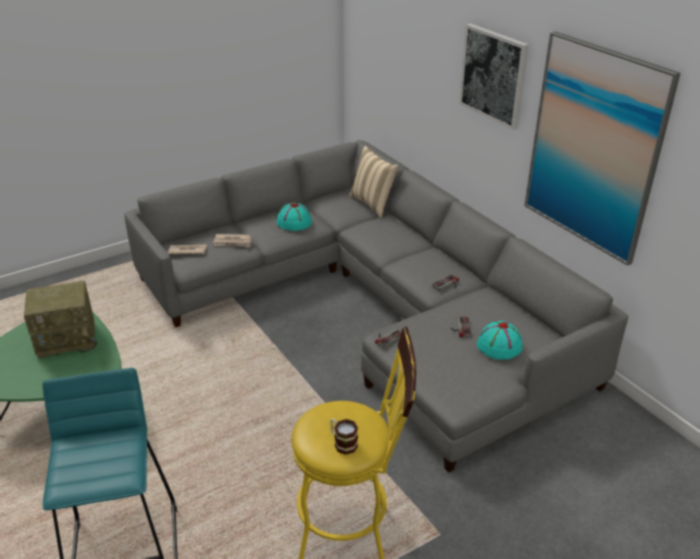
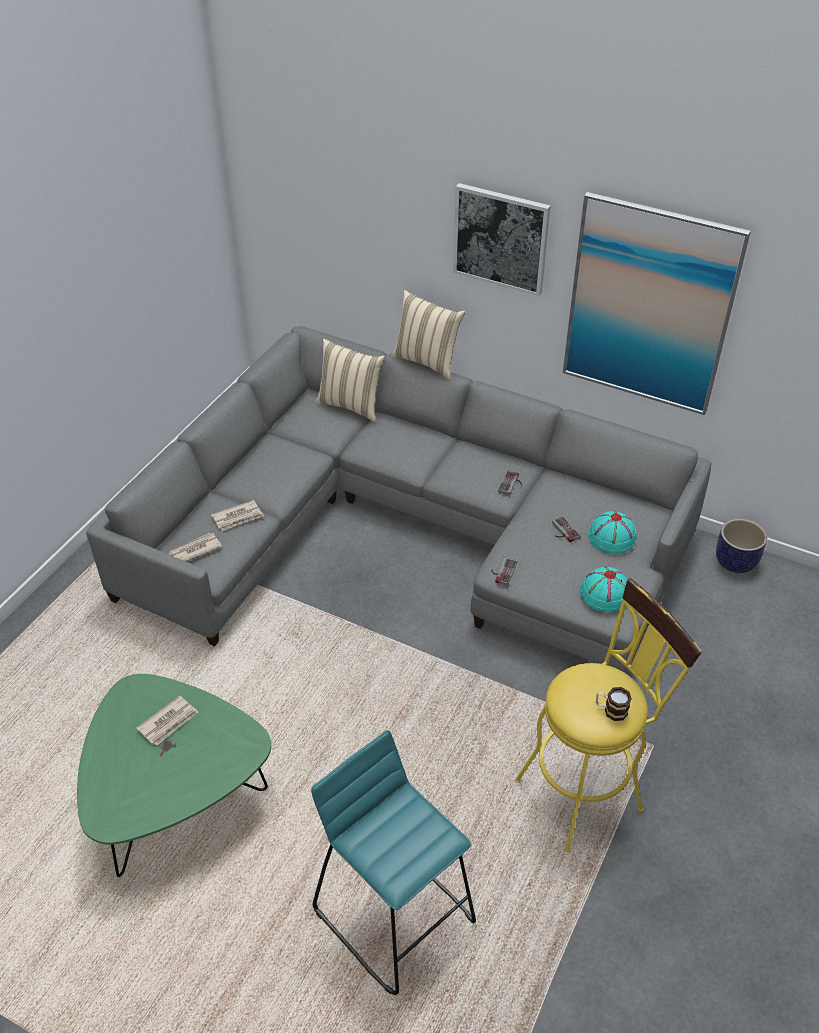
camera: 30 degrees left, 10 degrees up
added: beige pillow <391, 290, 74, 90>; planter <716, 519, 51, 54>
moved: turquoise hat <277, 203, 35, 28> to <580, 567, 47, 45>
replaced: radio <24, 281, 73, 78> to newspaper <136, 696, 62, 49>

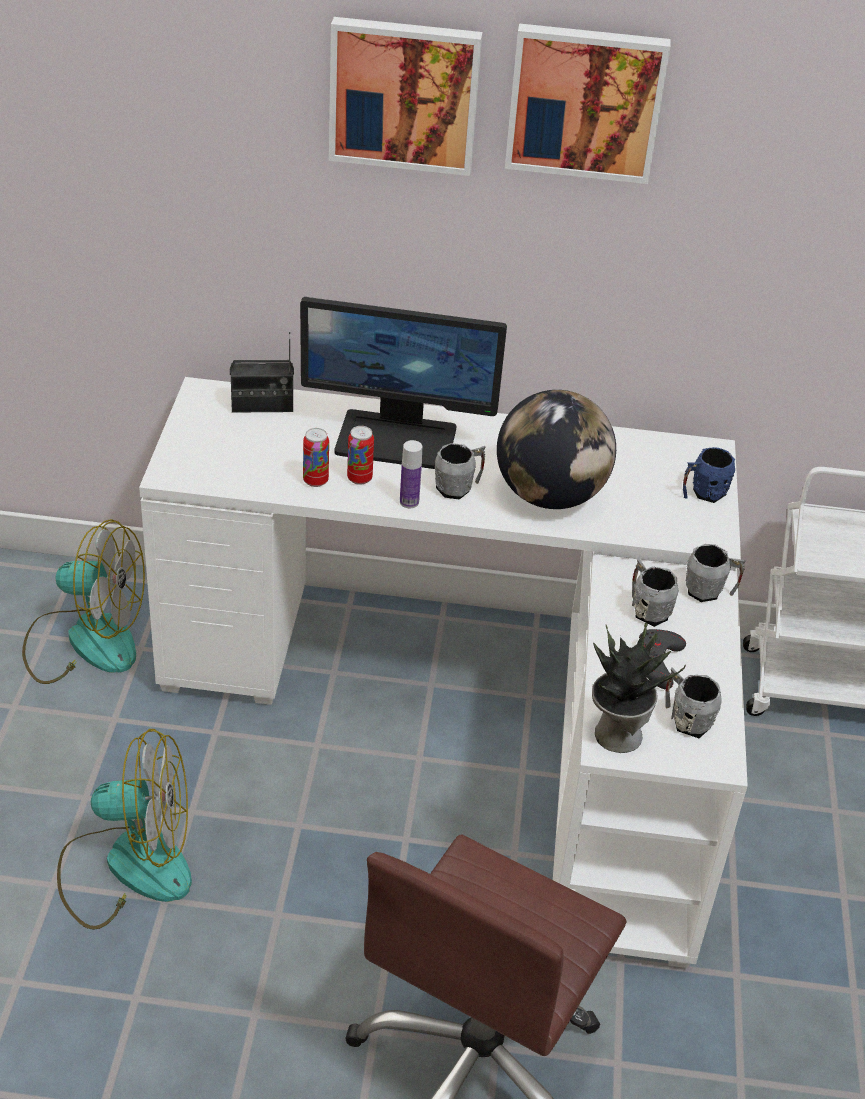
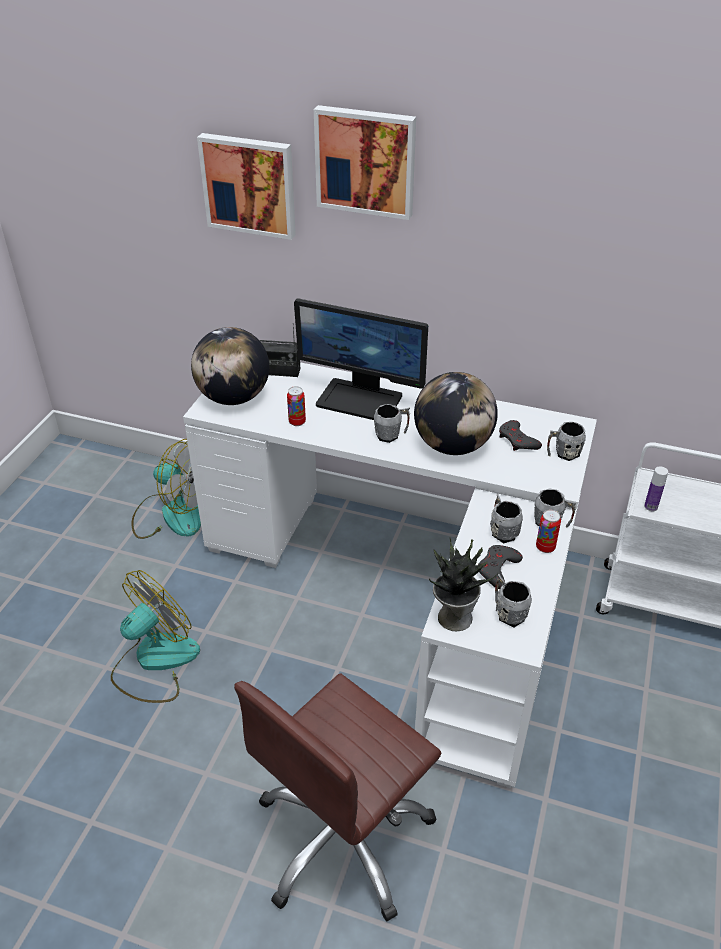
camera: 15 degrees right, 0 degrees up
added: globe <191, 327, 78, 78>; grey game controller <499, 420, 43, 31>
moved: can <347, 426, 27, 59> to <536, 510, 25, 43>; bottle <400, 440, 22, 68> to <644, 466, 24, 45>; picture <505, 23, 165, 161> to <197, 133, 99, 107>
recoloured: blue mug <683, 447, 52, 56> to grey mug <547, 422, 39, 39>
turned: fan <57, 729, 135, 201> = <111, 570, 89, 133> 60 degrees counterclockwise

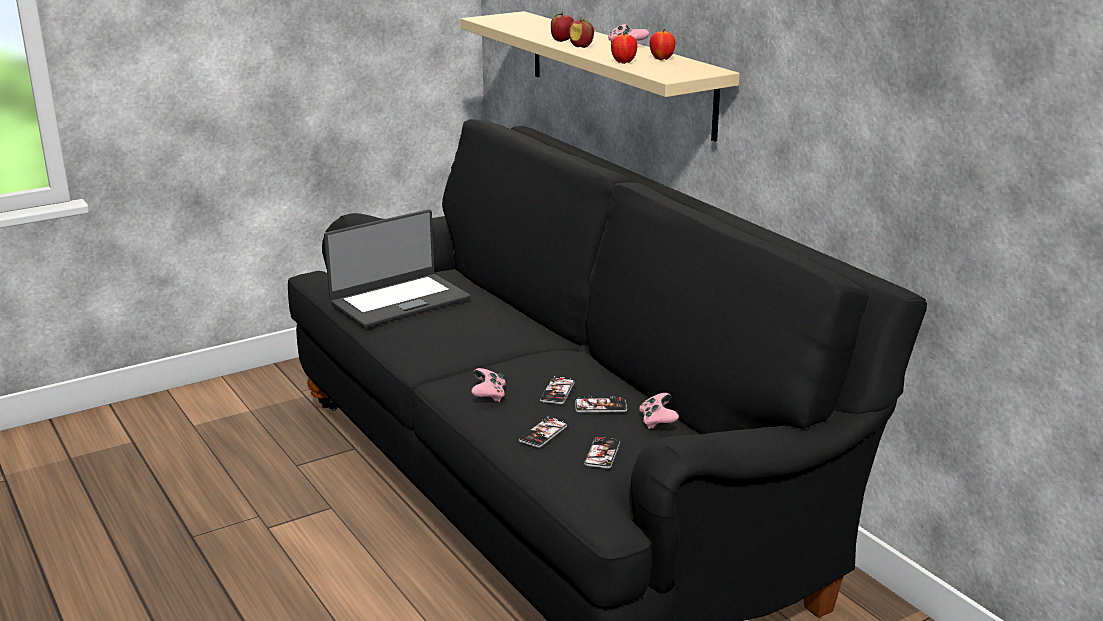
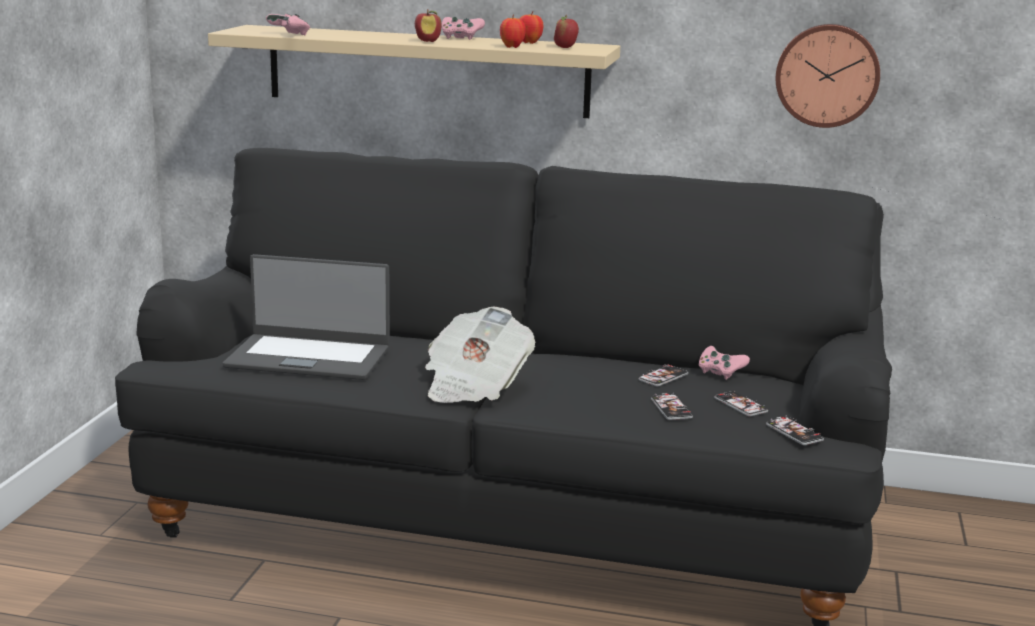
camera: 45 degrees left, 5 degrees down
added: newspaper <425, 307, 110, 96>; wall clock <776, 24, 104, 104>
moved: pink game controller <471, 368, 35, 34> to <266, 14, 44, 22>; phone <540, 376, 35, 28> to <766, 415, 58, 30>; apple <551, 12, 23, 30> to <554, 15, 25, 33>
turned: laptop <324, 209, 146, 119> = <223, 254, 167, 126> 90 degrees clockwise

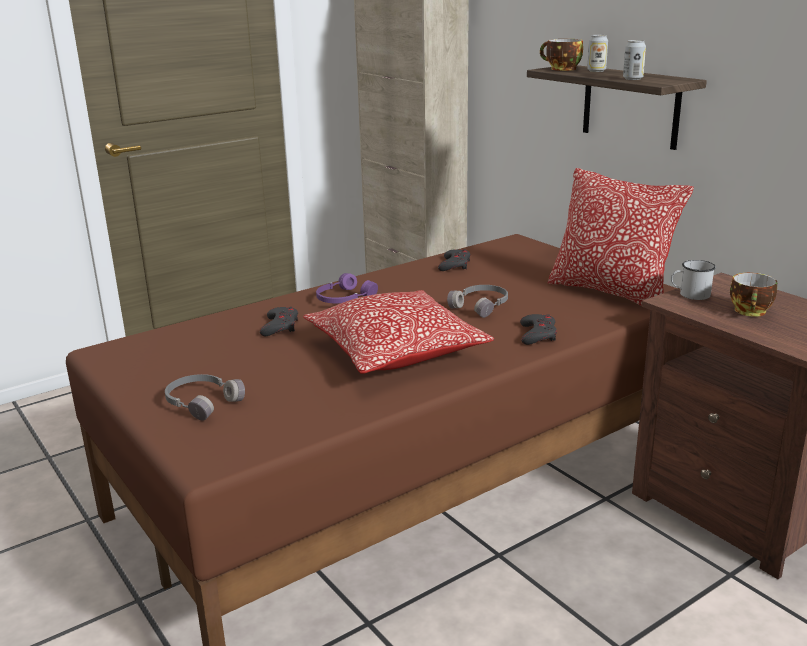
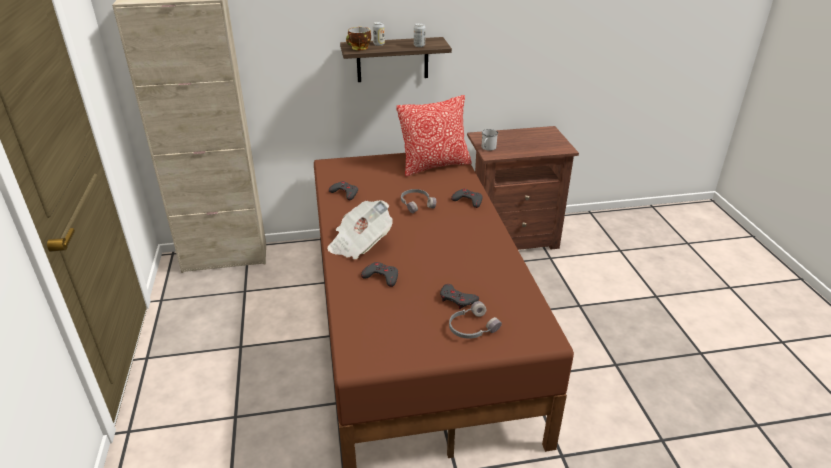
camera: 65 degrees left, 10 degrees up
removed: pillow <303, 290, 191, 84>; cup <730, 273, 47, 44>
added: grey game controller <440, 284, 39, 25>
replaced: purple headphones <316, 273, 62, 30> to newspaper <327, 200, 66, 59>

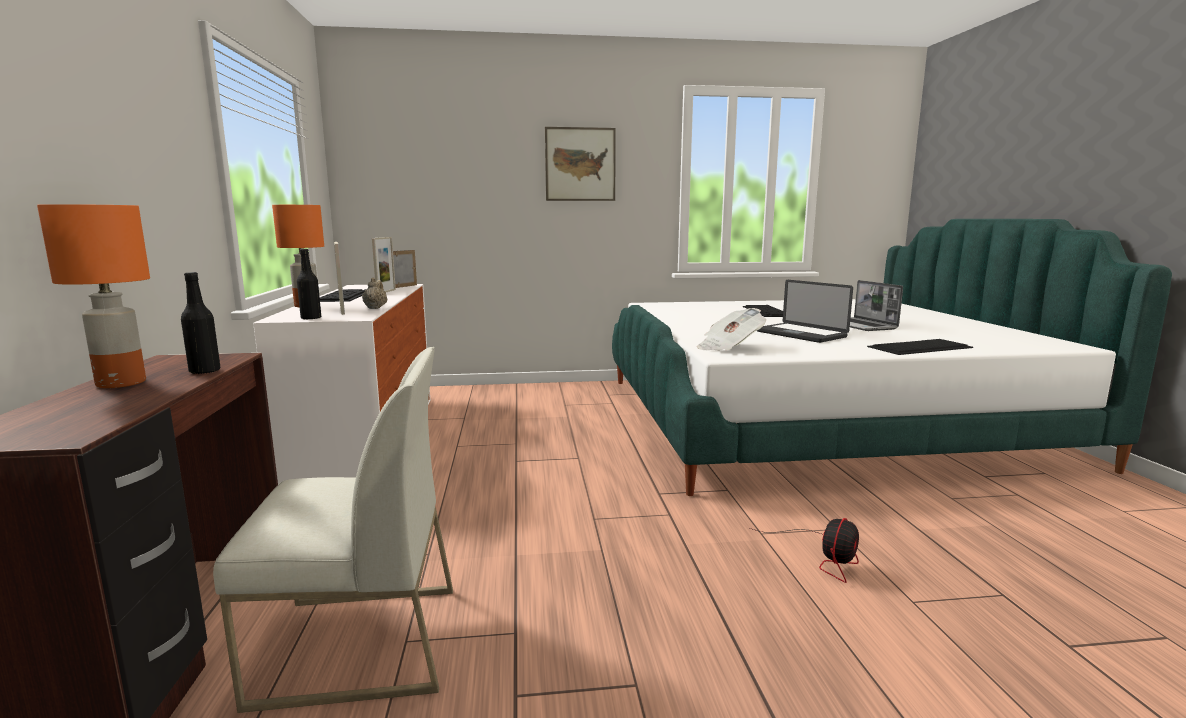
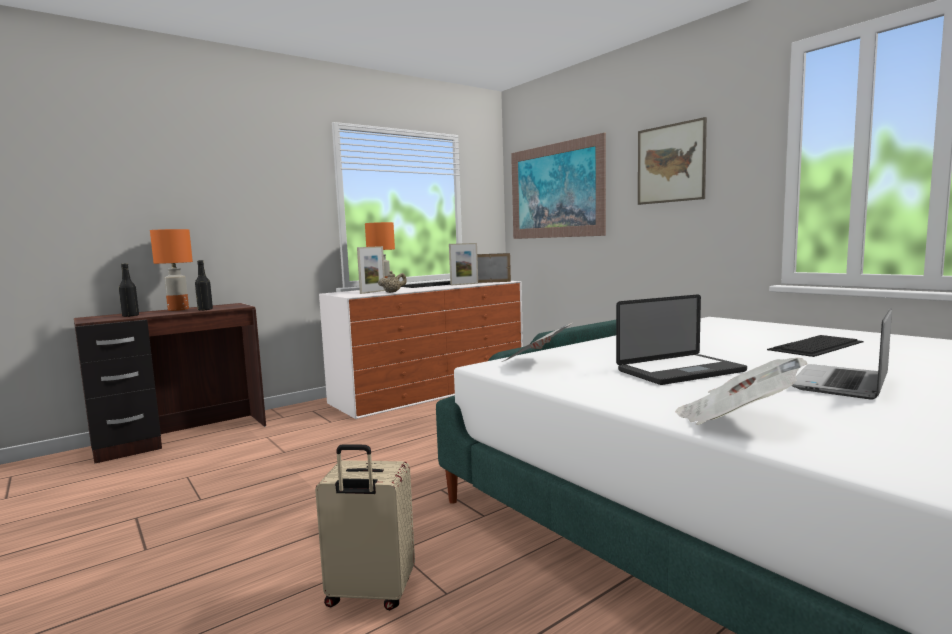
camera: 60 degrees right, 5 degrees down
removed: white chair <213, 347, 240, 366>
added: picture <511, 133, 95, 106>
moved: black bottle <297, 249, 24, 70> to <119, 264, 20, 53>
replaced: fan <750, 518, 109, 65> to beige suitcase <315, 444, 100, 166>; keyboard <867, 339, 106, 16> to newspaper <675, 358, 132, 67>
turned: laptop <757, 280, 96, 63> = <616, 294, 131, 91> 135 degrees counterclockwise

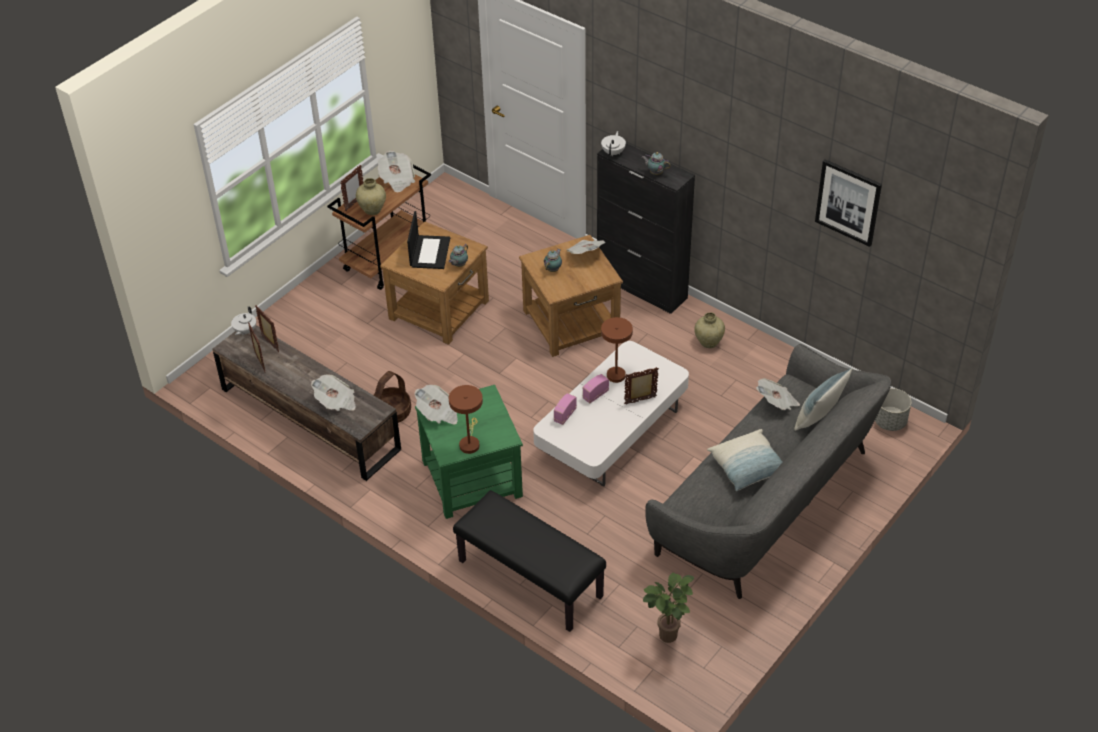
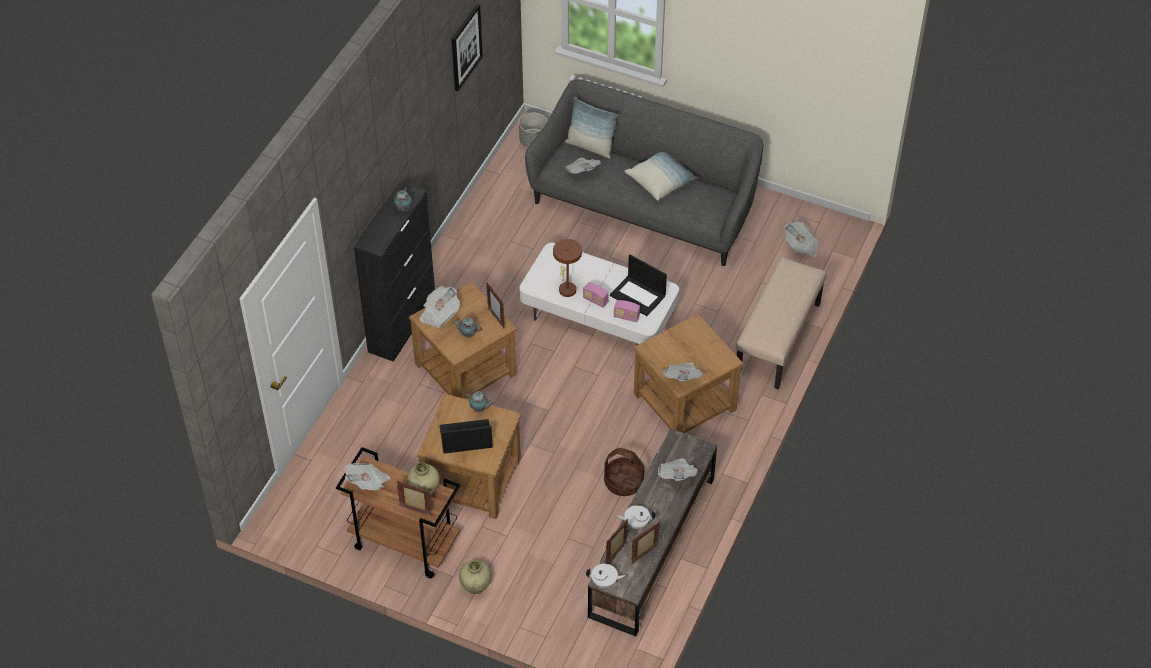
camera: 105 degrees left, 5 degrees up
removed: brown table lamp <449, 385, 34, 69>
added: laptop <610, 255, 57, 61>
moved: white teapot <601, 131, 25, 25> to <617, 505, 39, 24>; picture frame <624, 367, 35, 38> to <486, 283, 19, 45>; beige vase <694, 312, 31, 36> to <459, 560, 32, 34>
replaced: potted plant <643, 572, 51, 71> to newspaper <785, 221, 33, 36>
recoloured: green side table <415, 385, 108, 134> to brown side table <633, 314, 111, 119>; black bench <453, 490, 153, 142> to beige bench <736, 257, 91, 132>

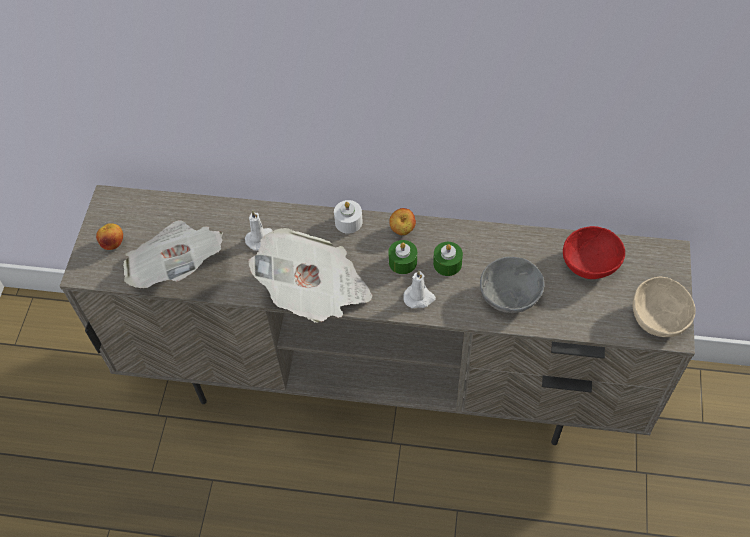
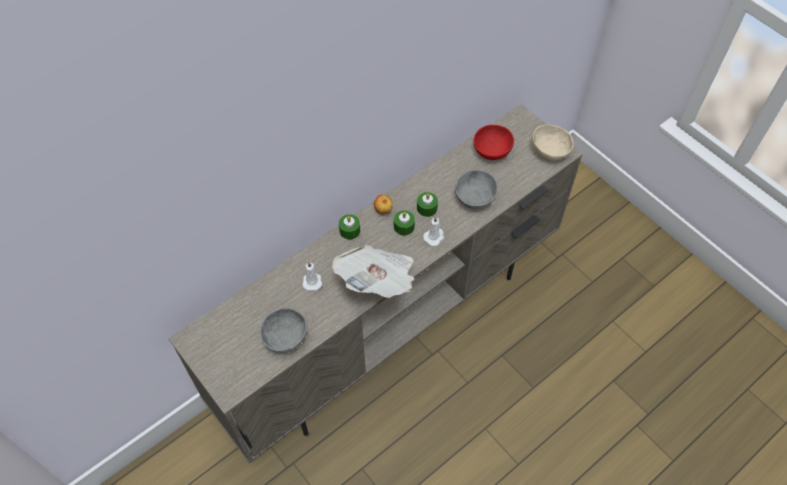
camera: 50 degrees left, 0 degrees up
removed: apple <96, 223, 27, 27>
replaced: newspaper <123, 220, 100, 68> to grey bowl <260, 308, 47, 45>
recoloured: white candle <334, 200, 29, 34> to green candle <339, 214, 21, 25>

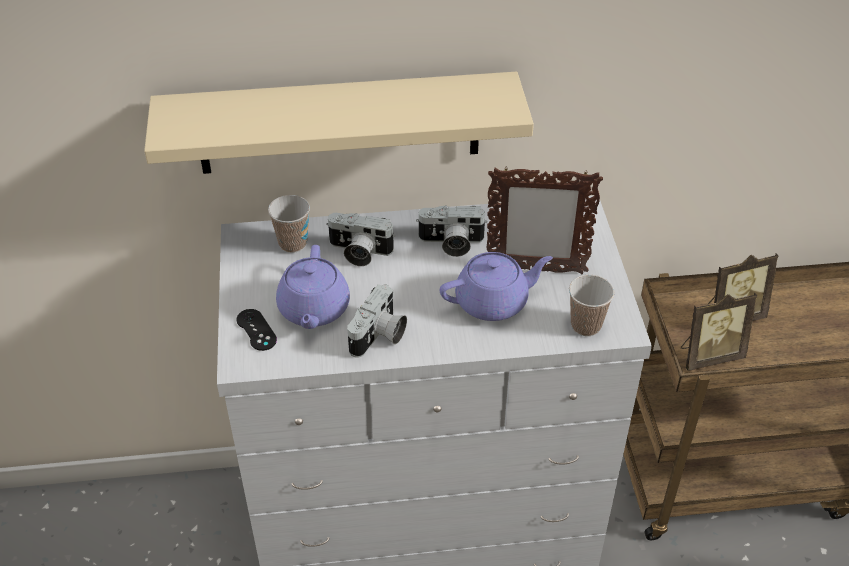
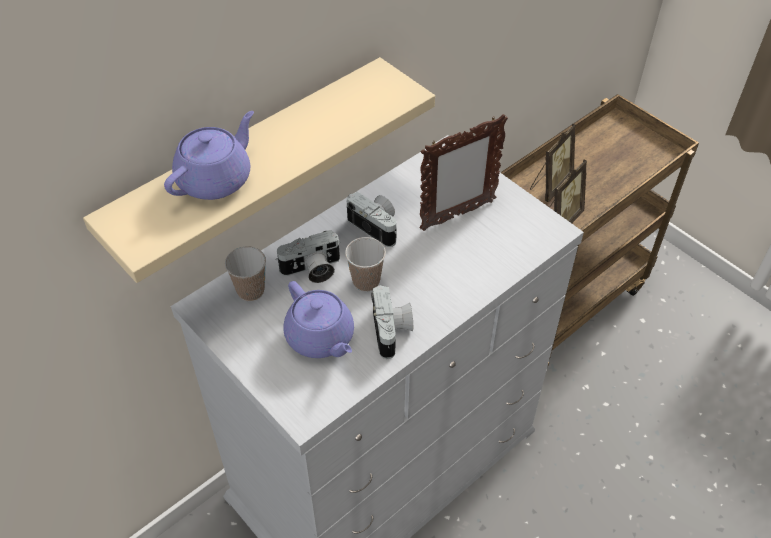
camera: 35 degrees left, 5 degrees up
removed: black game controller <236, 309, 41, 42>
moved: purple teapot <440, 252, 113, 69> to <164, 111, 90, 89>; cup <569, 274, 45, 62> to <345, 237, 41, 55>
turned: photo camera <416, 205, 72, 52> = <346, 192, 51, 55> 105 degrees counterclockwise

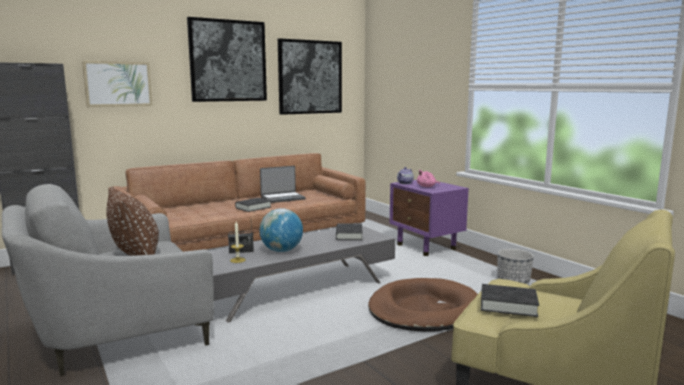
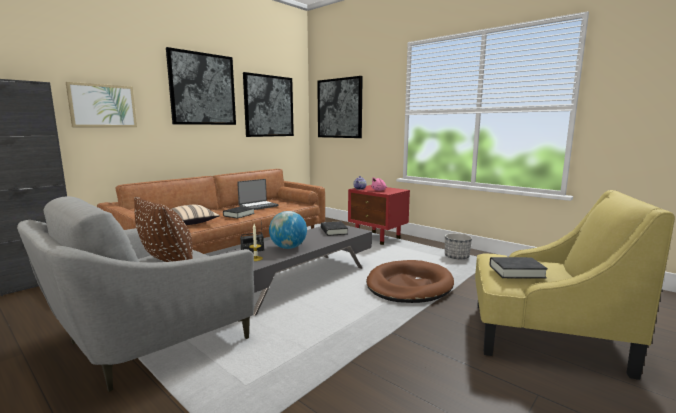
camera: 15 degrees left, 0 degrees up
added: beige pillow <172, 205, 48, 20>; picture <317, 76, 46, 62>
recoloured: purple nightstand <390, 180, 79, 76> to red nightstand <348, 185, 62, 60>

